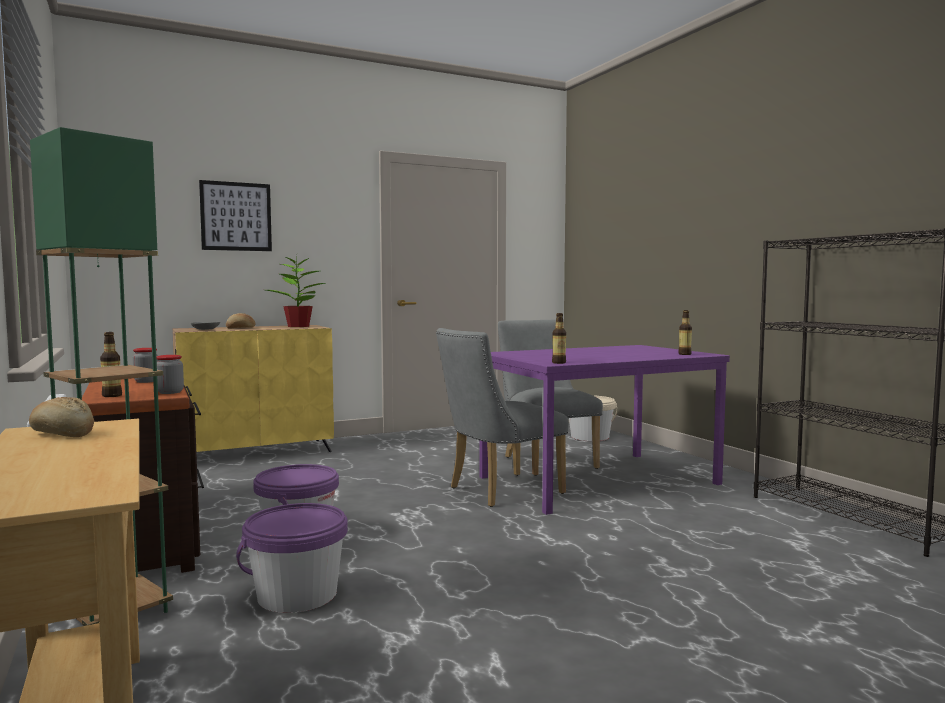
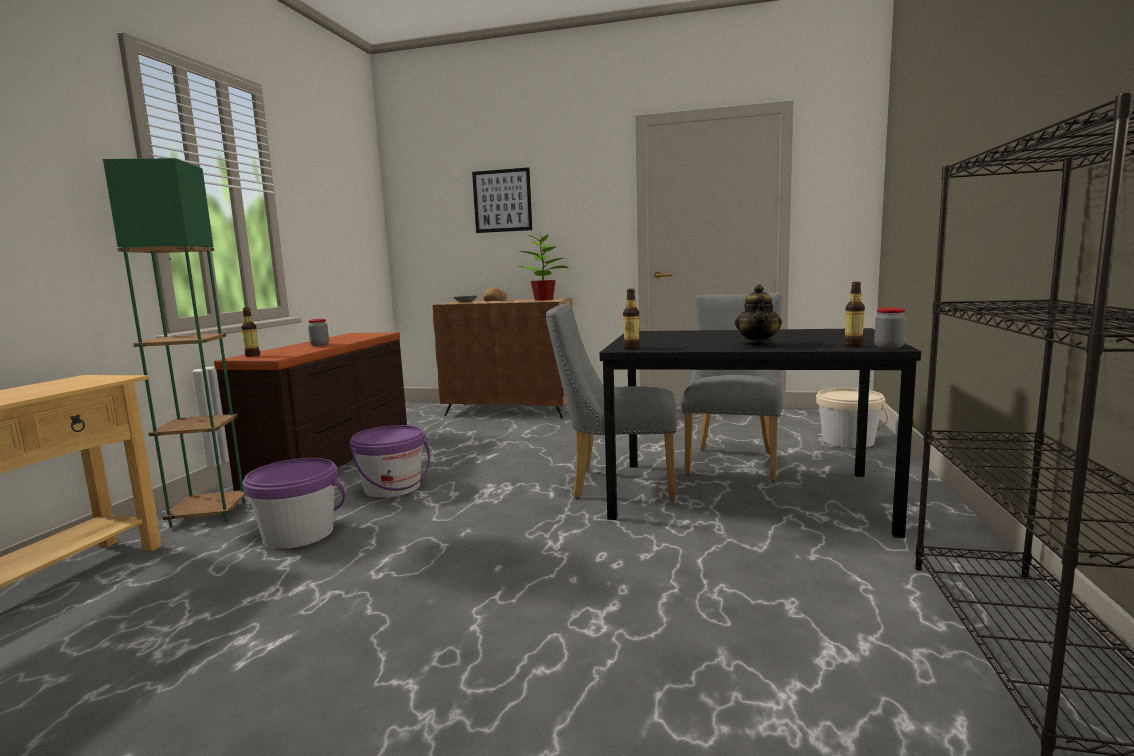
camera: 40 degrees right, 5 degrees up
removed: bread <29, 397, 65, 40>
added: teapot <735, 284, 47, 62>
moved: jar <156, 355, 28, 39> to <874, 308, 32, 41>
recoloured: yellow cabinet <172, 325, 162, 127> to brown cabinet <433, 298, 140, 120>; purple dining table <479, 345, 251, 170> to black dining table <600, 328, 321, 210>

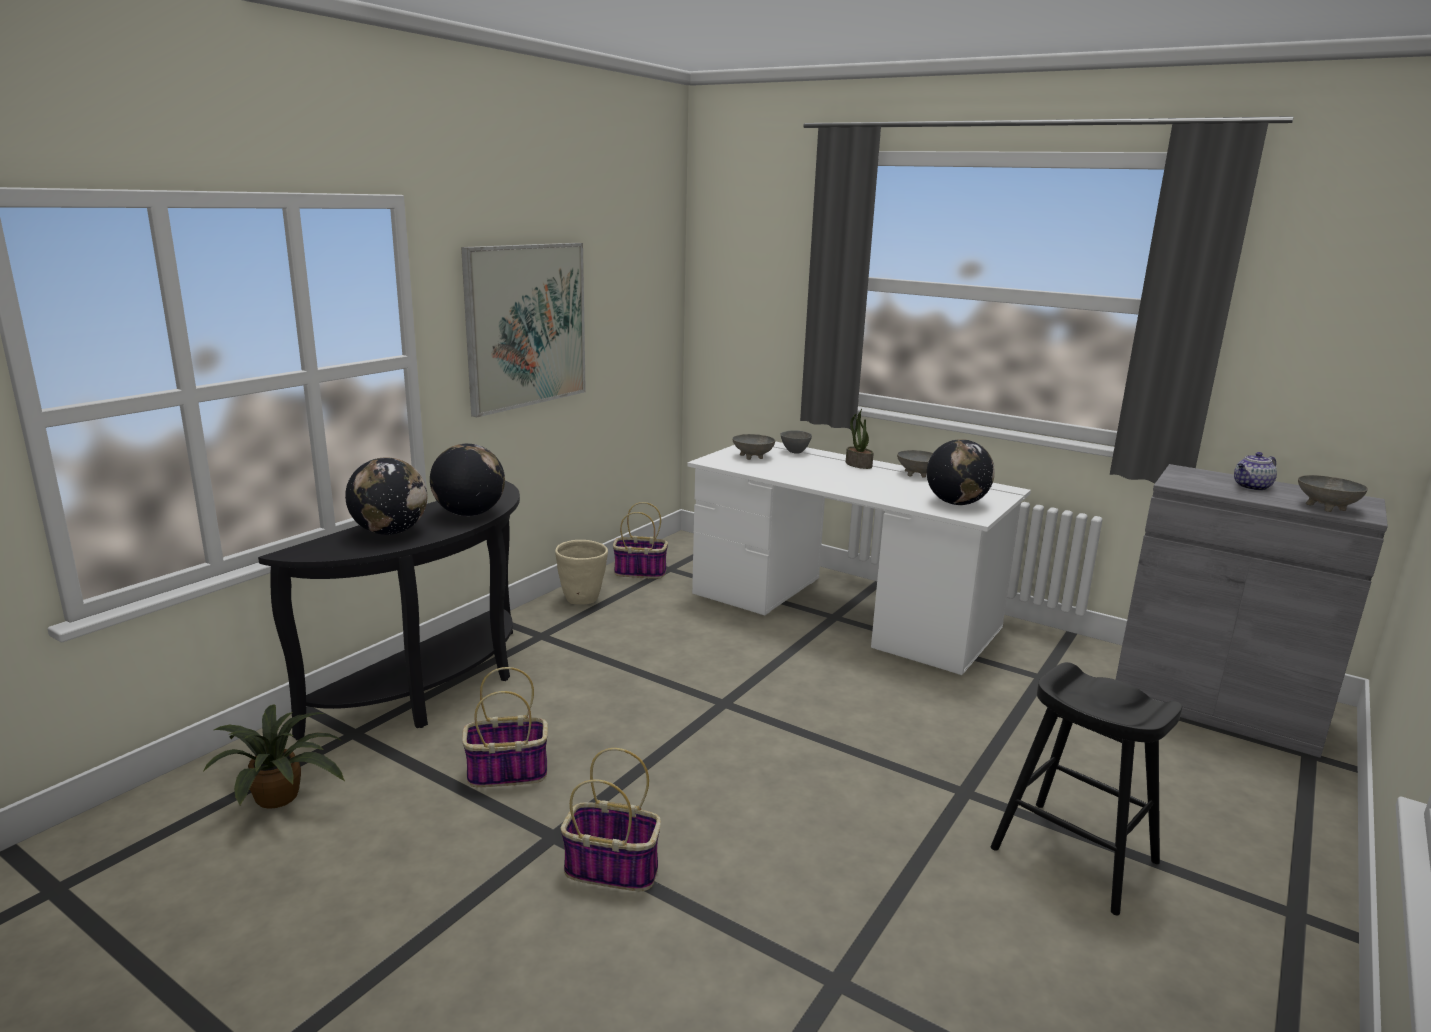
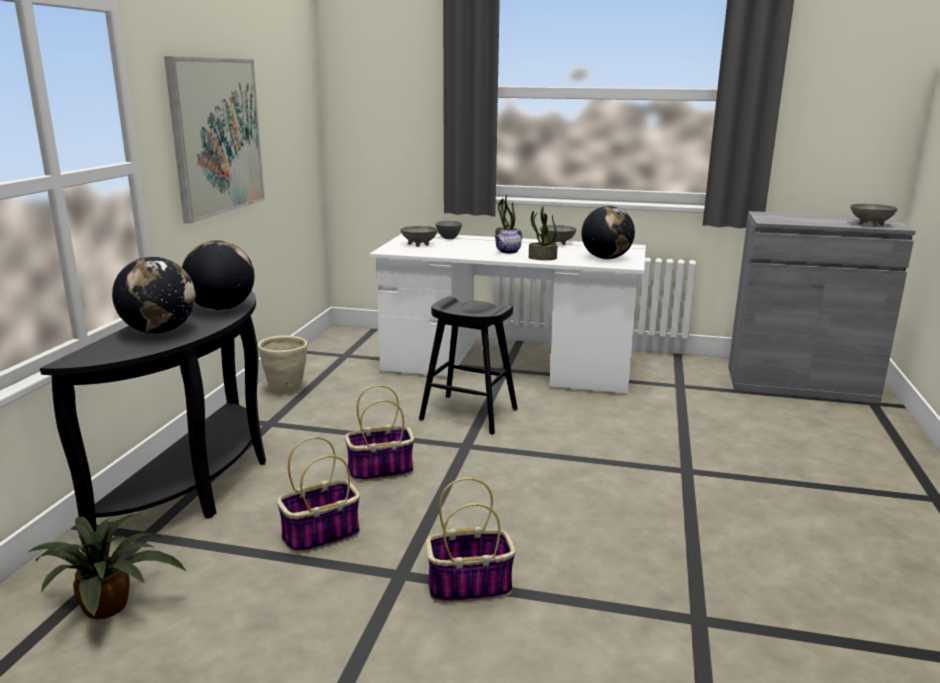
camera: 20 degrees left, 0 degrees up
added: potted plant <529, 206, 29, 54>
moved: basket <613, 502, 55, 77> to <345, 385, 69, 97>; black stool <991, 662, 191, 253> to <419, 297, 98, 138>; teapot <1234, 452, 43, 39> to <495, 227, 27, 27>

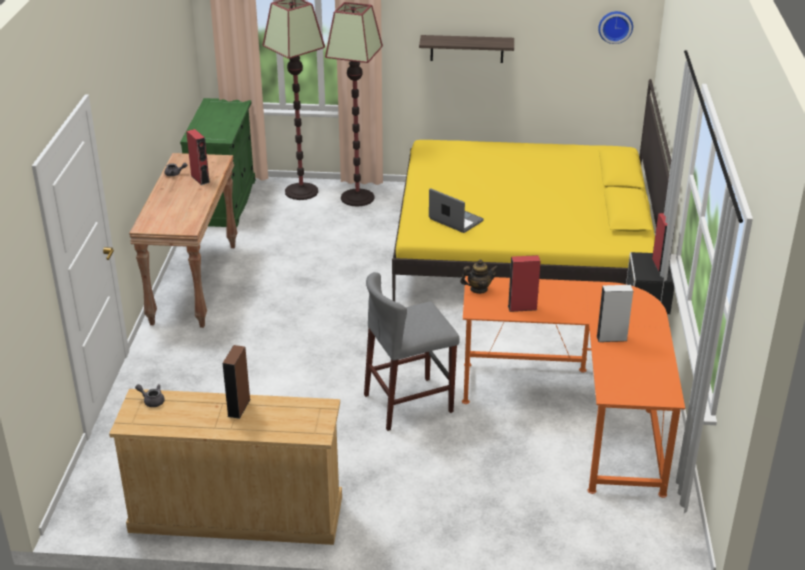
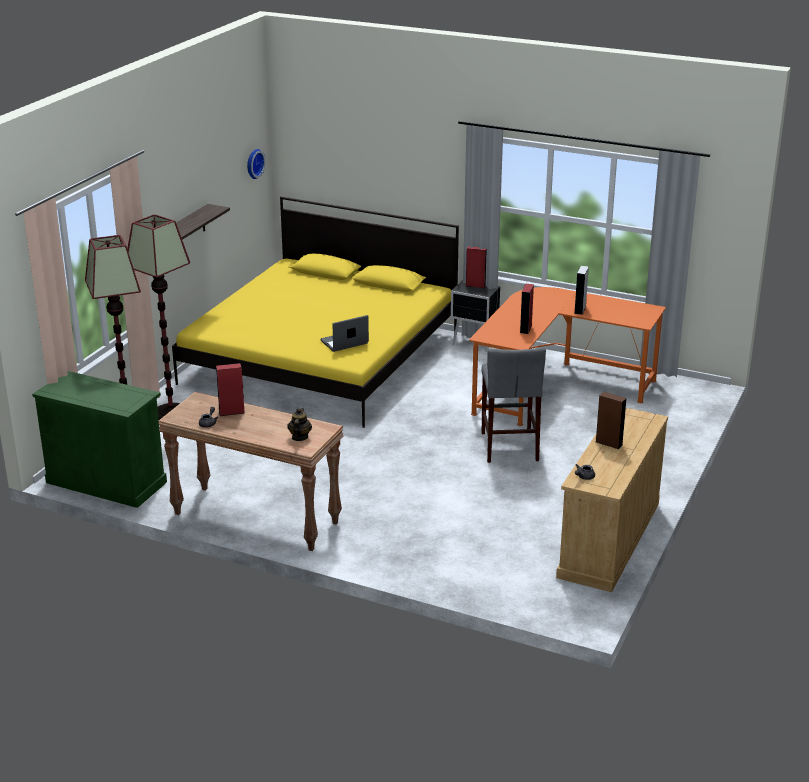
camera: 70 degrees left, 5 degrees down
moved: teapot <460, 259, 38, 35> to <287, 408, 25, 33>

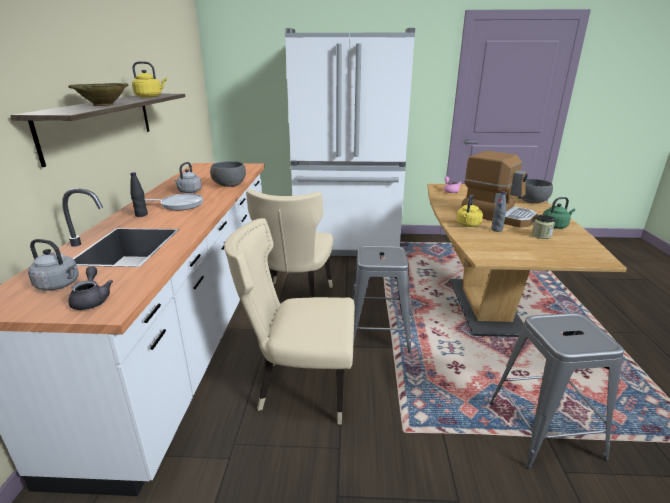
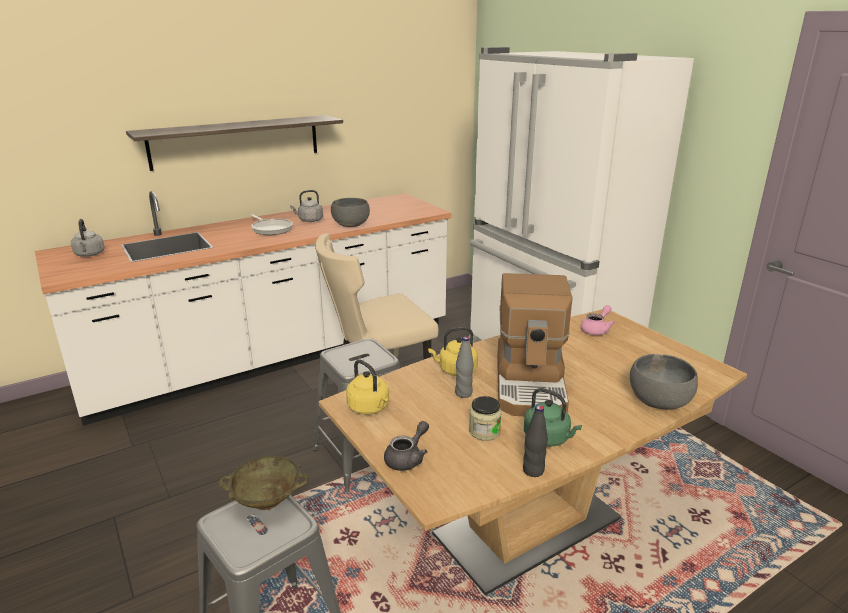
camera: 55 degrees right, 0 degrees up
removed: beige chair <224, 218, 131, 206>
moved: beige bowl <68, 83, 60, 23> to <219, 456, 90, 54>; grey teapot <68, 266, 45, 44> to <384, 421, 45, 50>; black bottle <130, 172, 18, 45> to <523, 405, 25, 72>; yellow kettle <132, 61, 35, 37> to <346, 359, 43, 56>

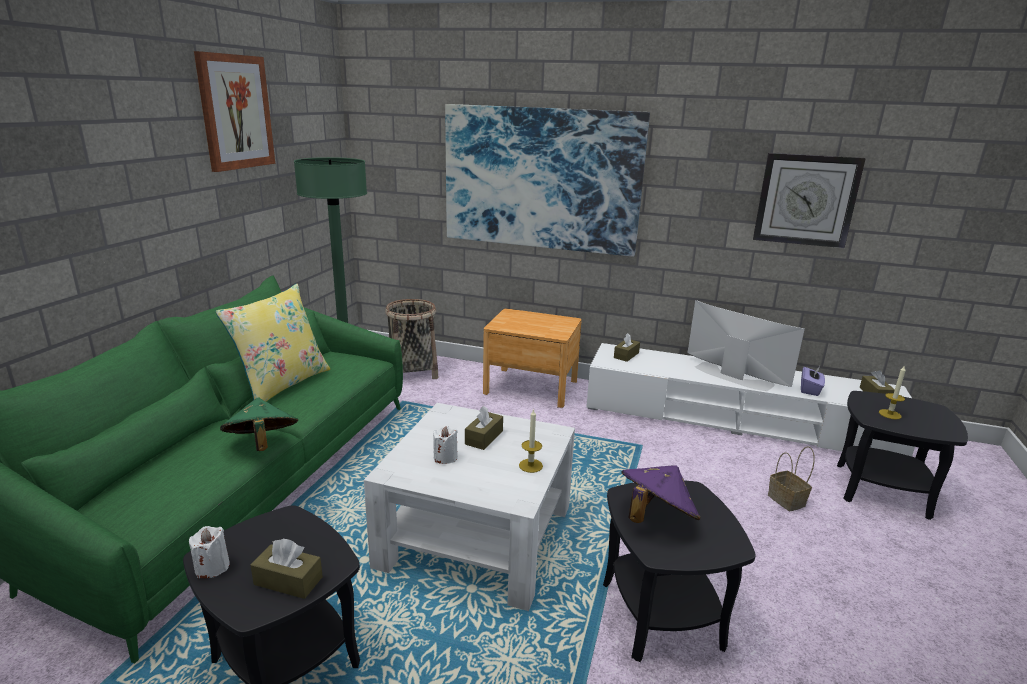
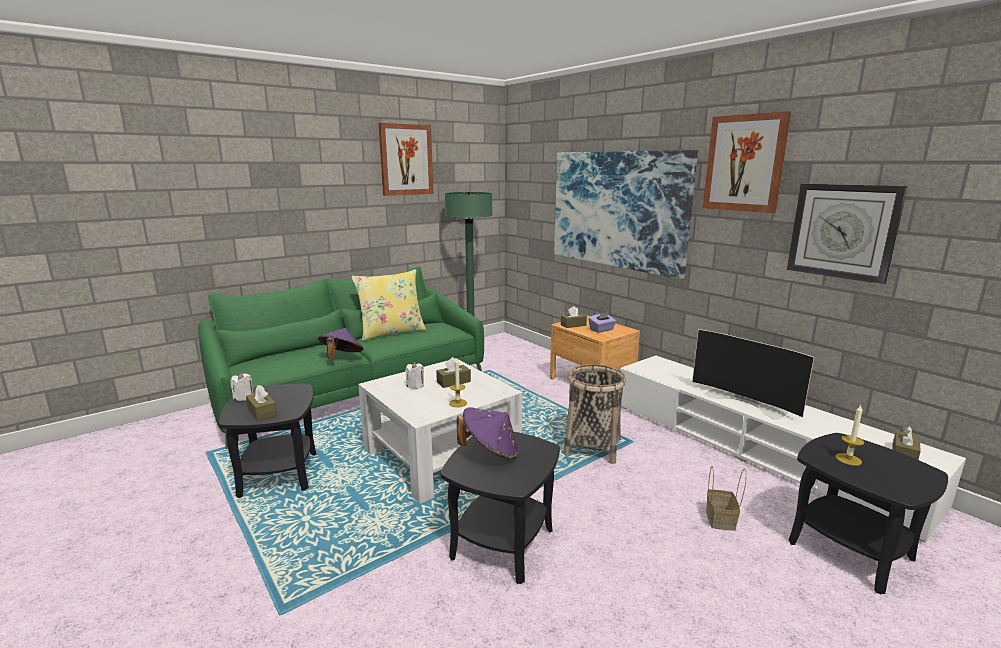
camera: 35 degrees right, 5 degrees down
added: picture <703, 111, 88, 102>
moved: basket <385, 299, 53, 80> to <564, 364, 62, 100>; brown tissue box <614, 333, 26, 29> to <561, 306, 26, 22>; purple tissue box <801, 367, 24, 29> to <588, 312, 28, 21>
recoloured: green hat <220, 398, 78, 53> to purple hat <318, 328, 45, 30>
turned: television <688, 300, 117, 91> = <692, 329, 122, 90> 150 degrees clockwise

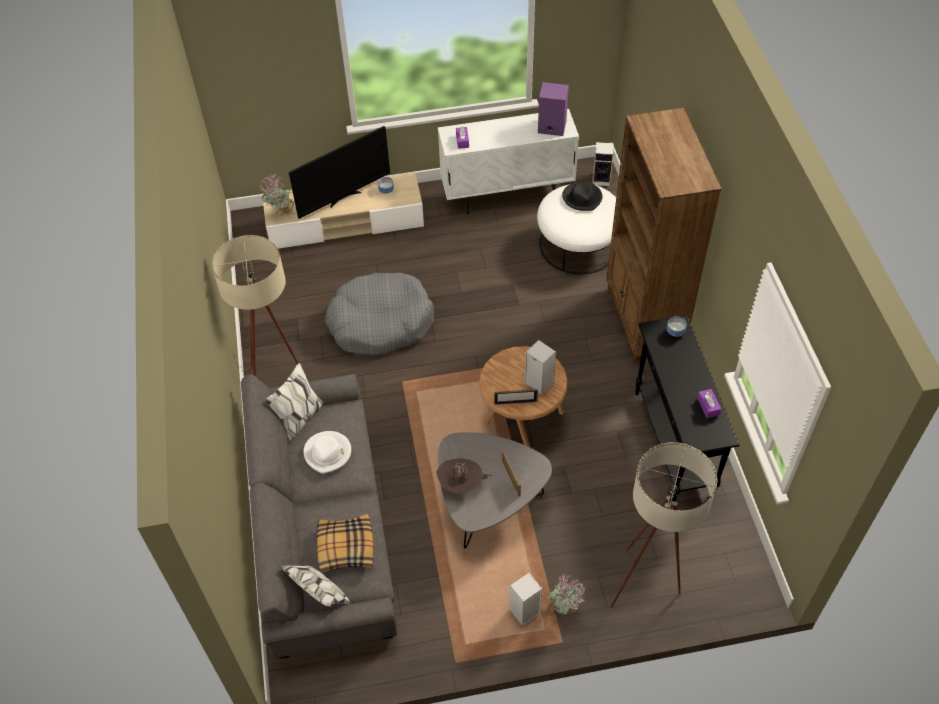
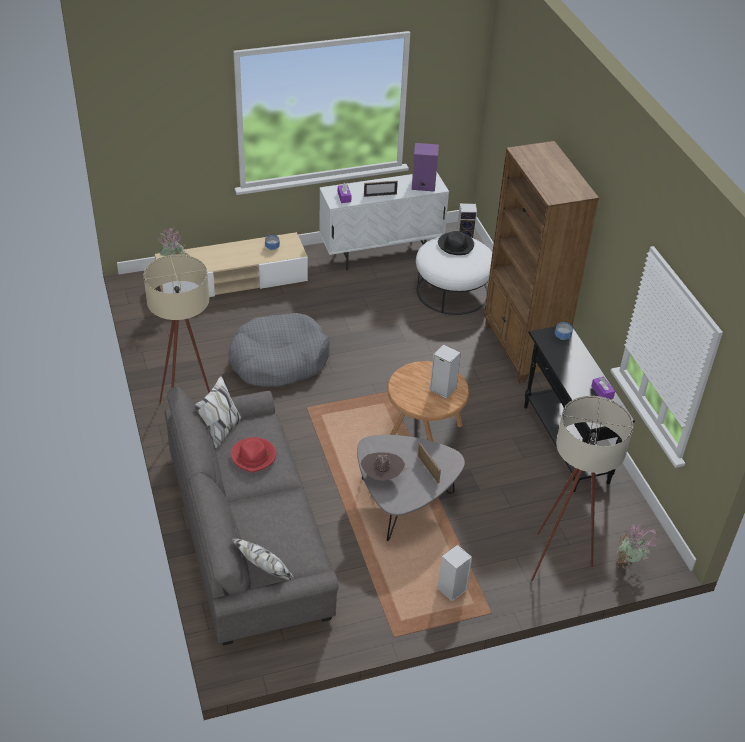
camera: 10 degrees left, 10 degrees down
removed: television <289, 126, 101, 93>; pillow <317, 514, 57, 60>
moved: picture frame <494, 389, 44, 16> to <364, 181, 34, 16>; potted plant <546, 573, 39, 41> to <616, 522, 42, 47>
recoloured: white hat <304, 431, 47, 42> to red hat <231, 437, 45, 36>

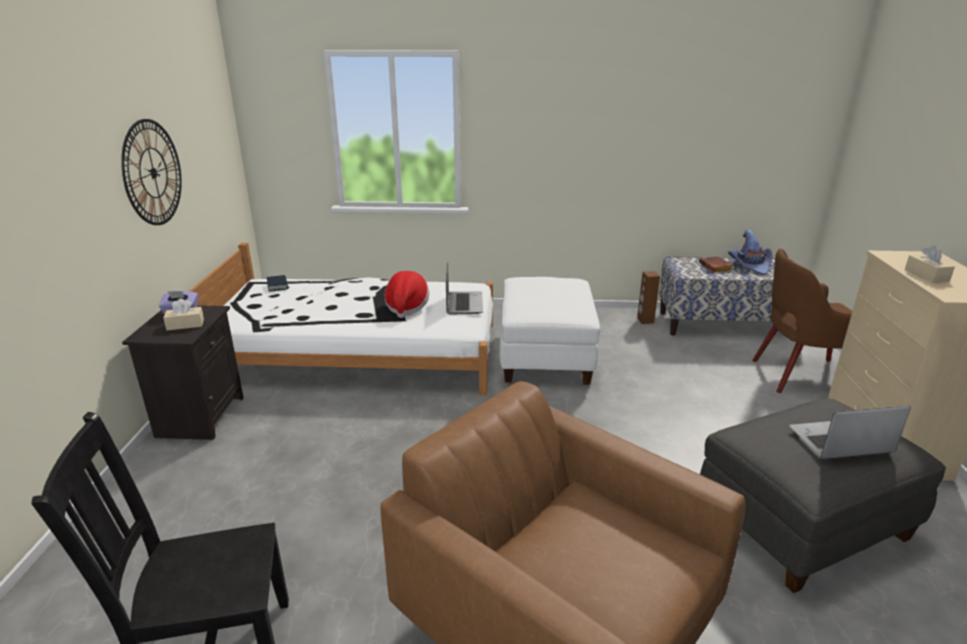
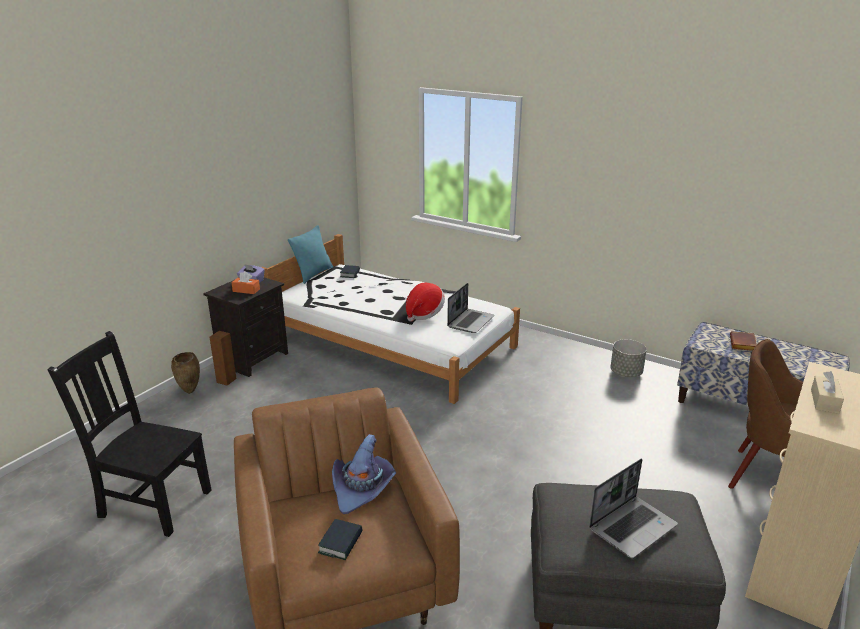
camera: 30 degrees right, 0 degrees up
removed: wall clock <121, 119, 61, 106>; white ottoman <499, 277, 101, 108>
added: brown vase <171, 352, 29, 42>; turquoise pillow <288, 225, 45, 59>; book <318, 519, 44, 41>; grey planter <611, 339, 36, 38>
moved: brown speaker <637, 271, 23, 53> to <209, 331, 28, 55>; purple hat <728, 230, 45, 45> to <332, 434, 64, 80>
recoloured: beige tissue box <163, 299, 41, 31> to orange tissue box <231, 271, 29, 23>
turned: laptop <789, 405, 122, 55> = <589, 459, 89, 99> 120 degrees clockwise

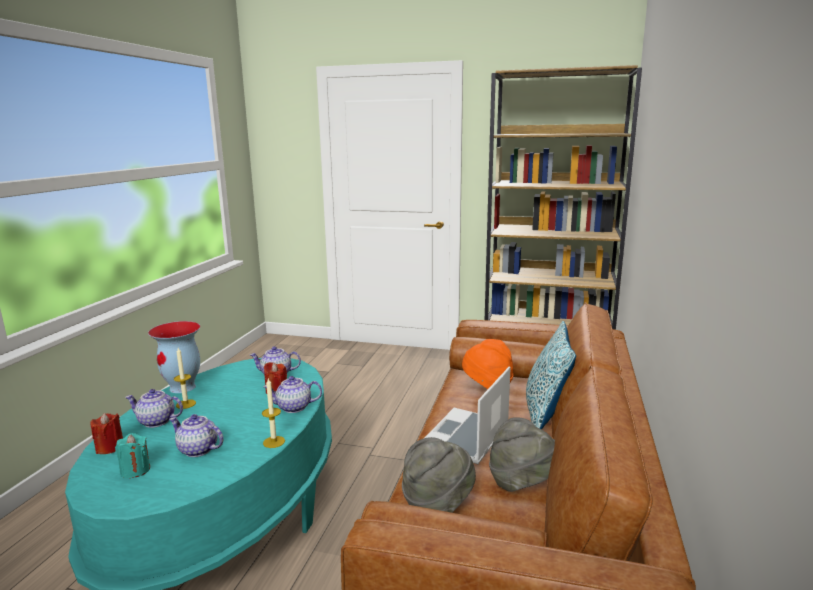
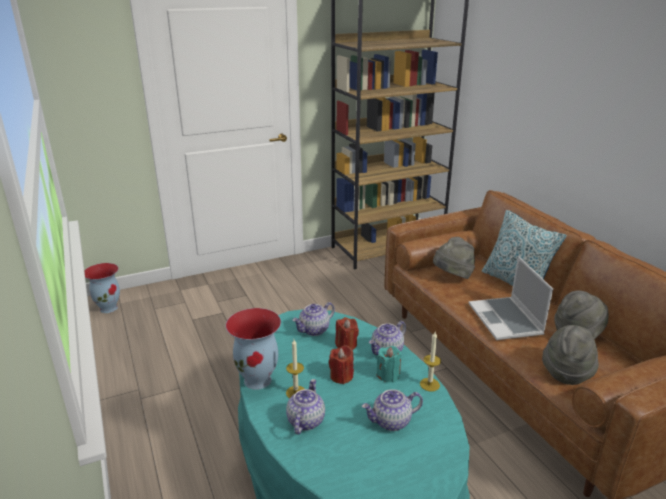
camera: 40 degrees left, 10 degrees up
added: vase <84, 263, 36, 50>
moved: red candle <90, 413, 33, 41> to <329, 345, 25, 39>; turquoise candle <115, 433, 35, 45> to <376, 346, 25, 37>
recoloured: orange hat <462, 339, 51, 50> to grey hat <433, 237, 42, 42>
turned: teapot <125, 389, 58, 39> = <286, 379, 39, 55> 135 degrees clockwise

